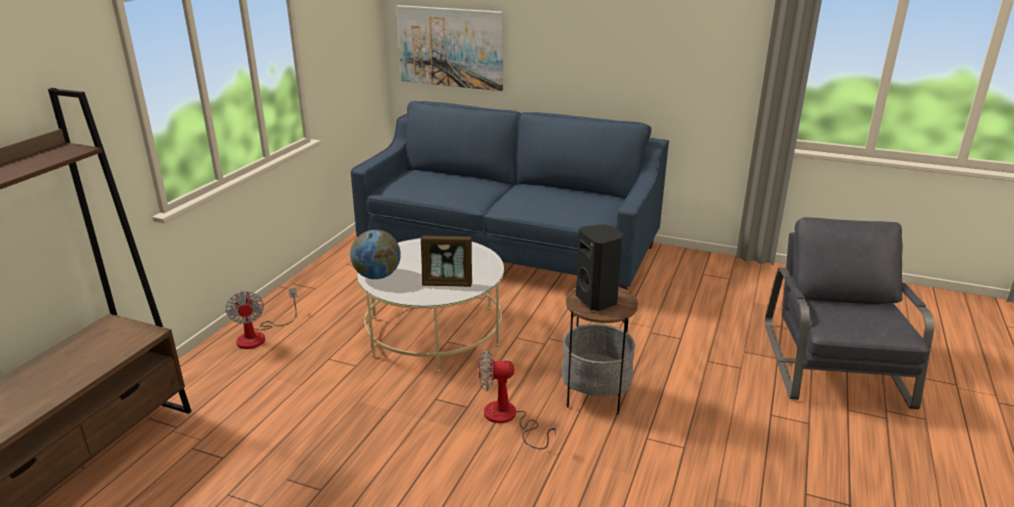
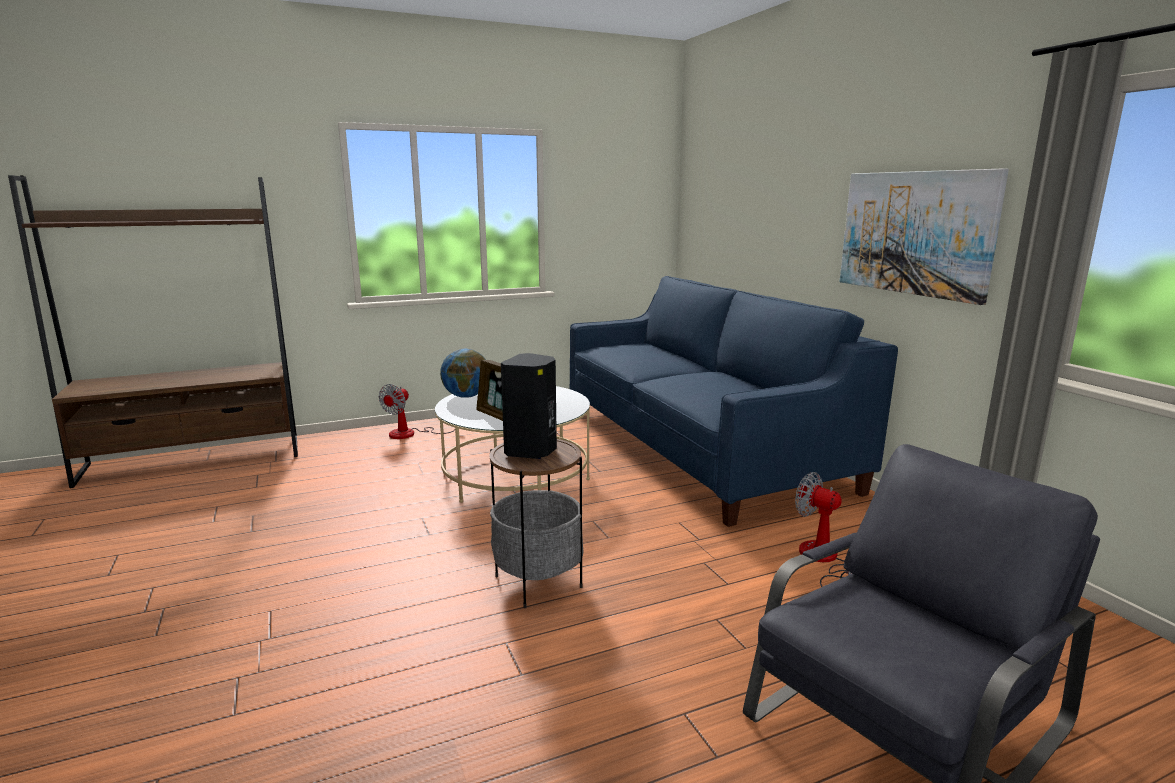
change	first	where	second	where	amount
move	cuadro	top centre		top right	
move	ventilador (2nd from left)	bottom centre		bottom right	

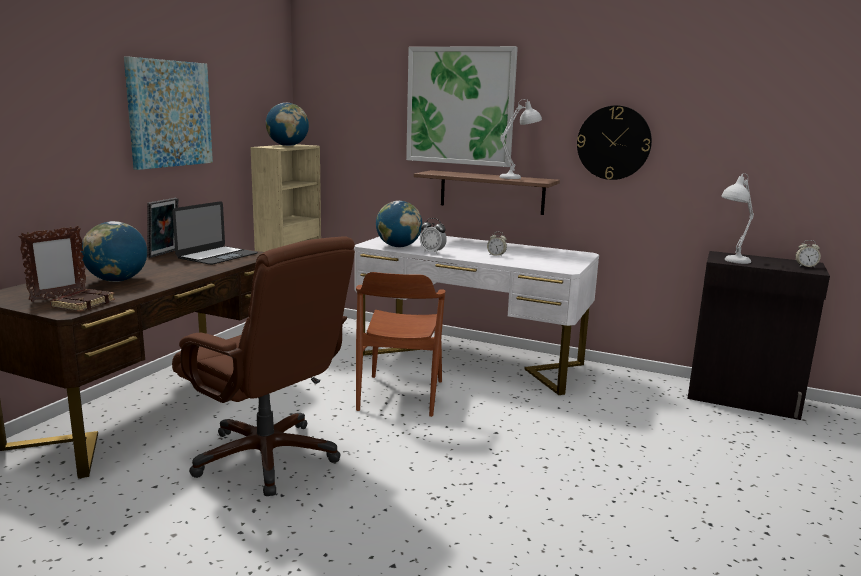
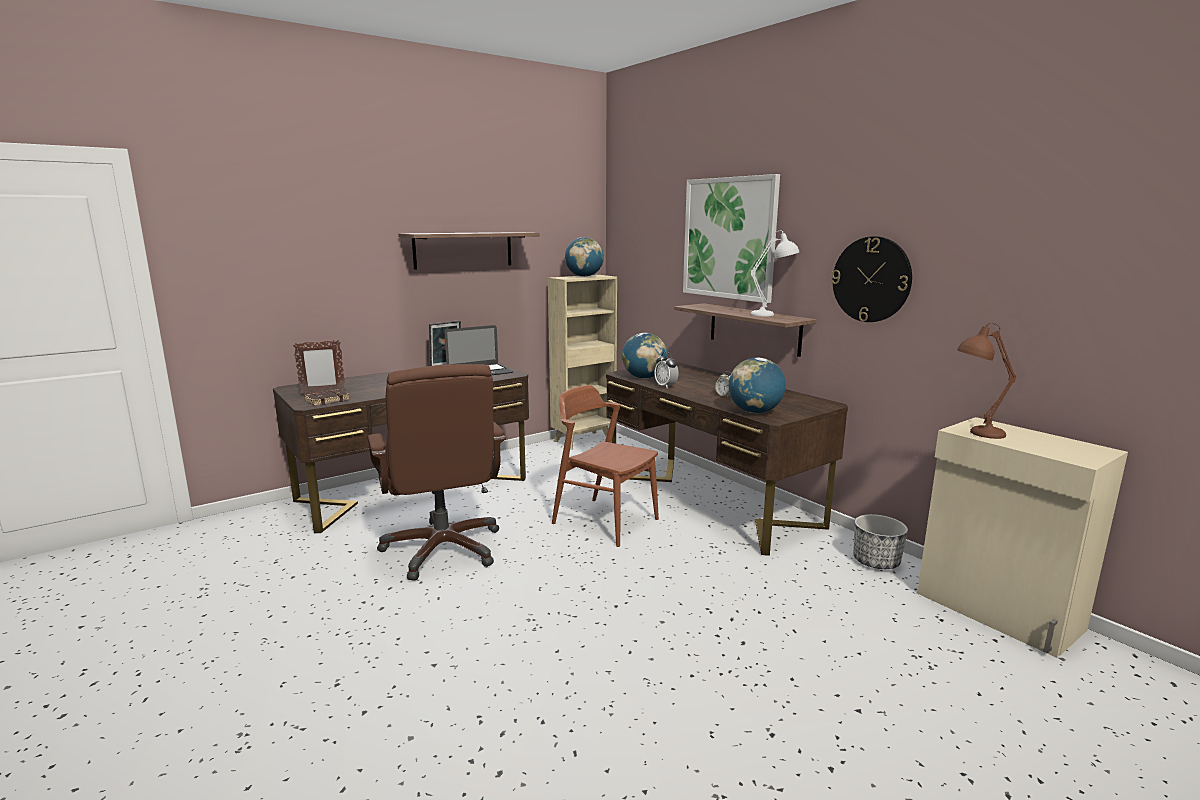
change	first	where	second	where	amount
move	globo terráqueo (1st from left in the first image)	middle left	globo terráqueo (3rd from left)	centre	
replace	cuadro (1st from left)	top left	estante (1st from left)	top centre	
recolor	escritorio/blanco	centre	escritorio/marrón (2nd from left)	centre	
rotate	silla/marrón	centre		centre	90 degrees clockwise
recolor	armario/negro	middle right	armario/beis	bottom right	
recolor	lámpara de mesa/blanco (2nd from left)	middle right	lámpara de mesa/marrón	middle right	
delete	despertador (3rd from left)	middle right			
insert			maceta	bottom right	

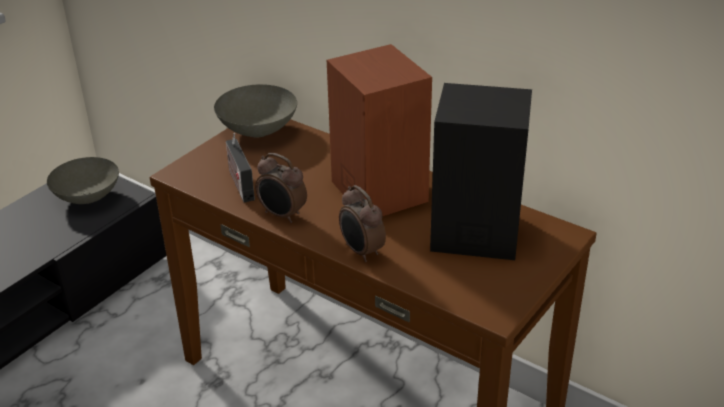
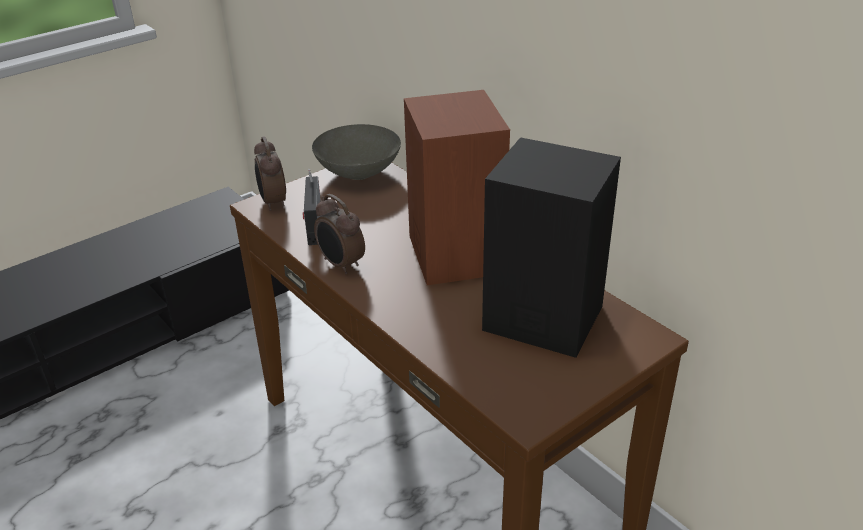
change	first	where	second	where	amount
delete	cuenco/gris (1st from left)	middle left			
move	despertador (2nd from left in the first image)	centre	despertador (1st from left)	top left	

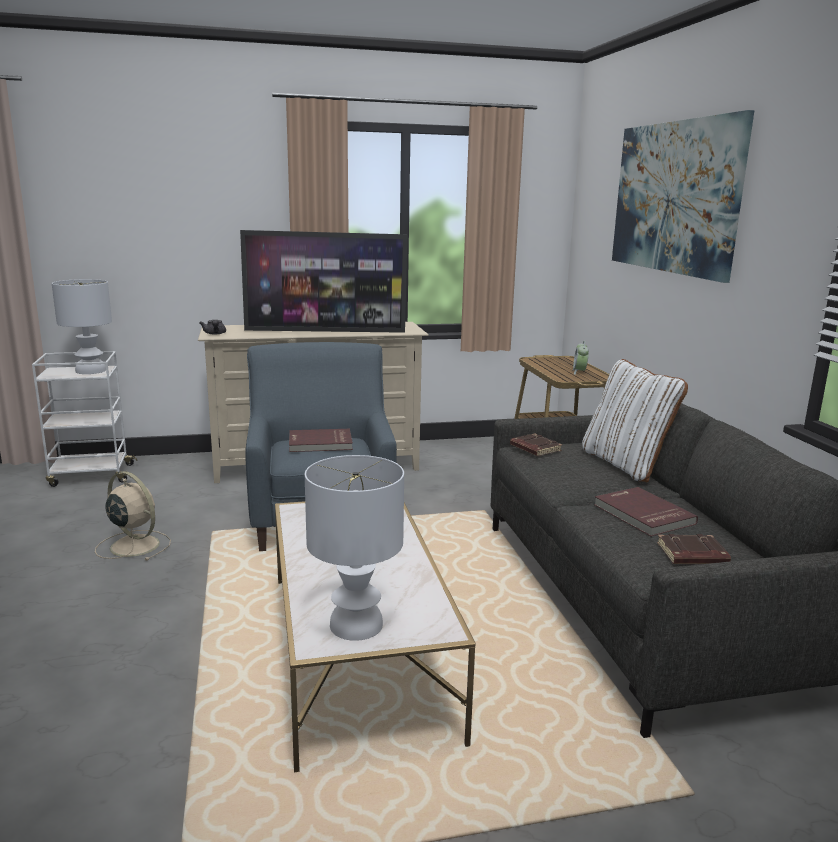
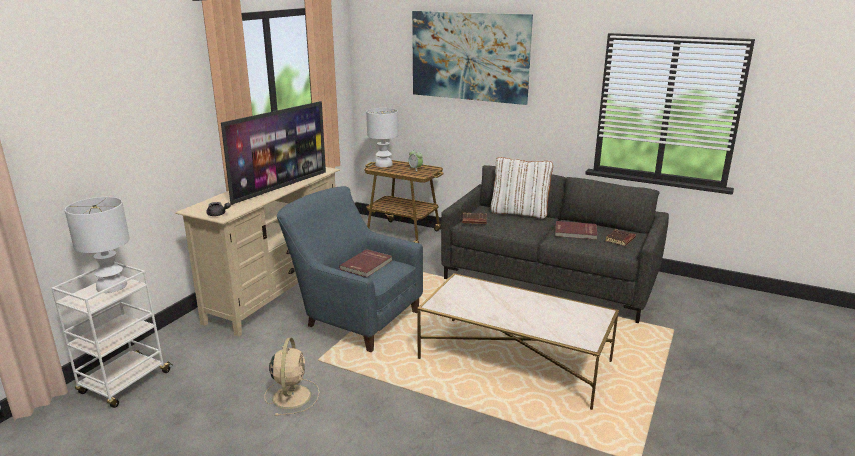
change	first	where	second	where	amount
rotate	ventilador/beis	middle left		bottom centre	105 degrees clockwise
move	lámpara de mesa/blanco (2nd from left)	centre		top centre	

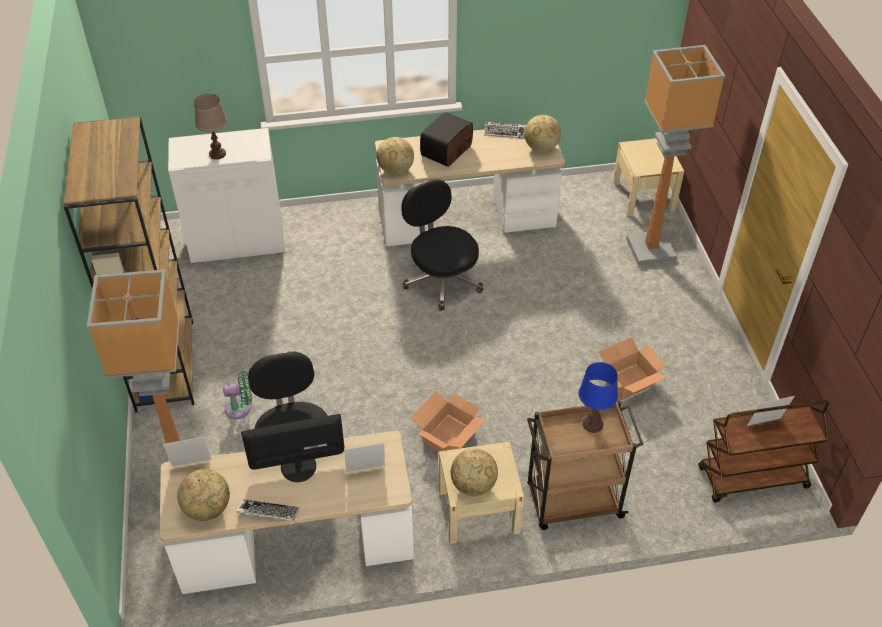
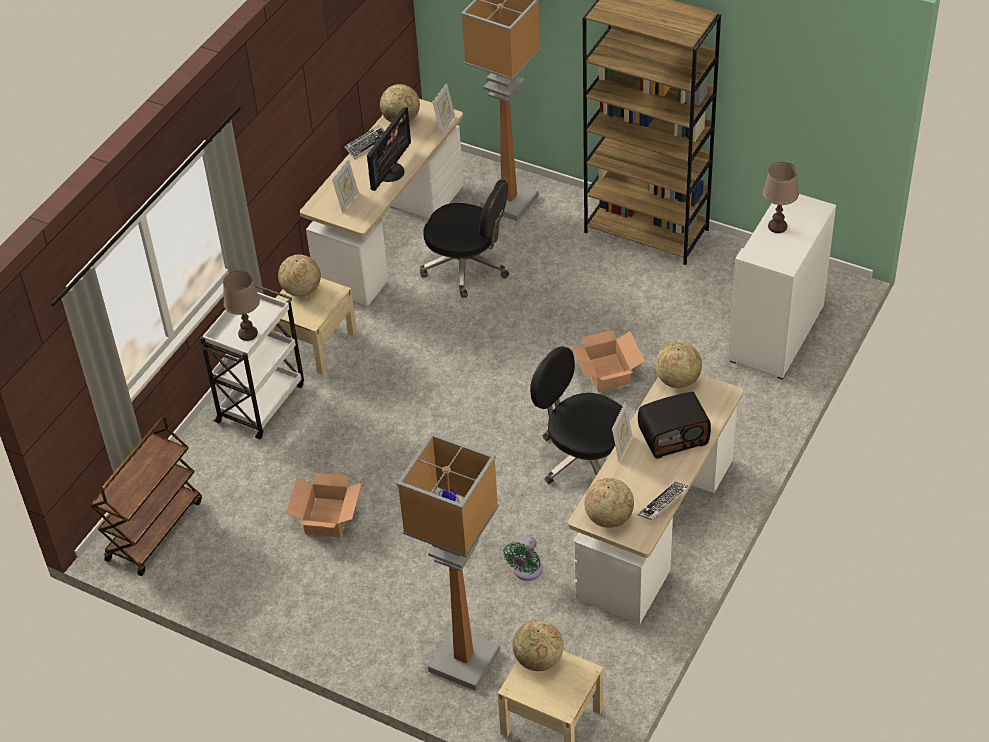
change	first	where	second	where	amount
move	ventilador/verde	middle left		bottom centre	
rotate	silla de oficina/negro (2nd from left)	centre		centre	150 degrees counterclockwise
move	caja de cartón (1st from left in the first image)	bottom centre	caja de cartón (2nd from left)	centre	
rotate	radio	top centre		middle right	90 degrees clockwise
recolor	carrito/marrón (1st from left)	bottom centre	carrito/blanco	middle left	
recolor	lámpara de mesa/azul	middle right	lámpara de mesa/marrón (1st from left)	middle left	
move	portarretratos (3rd from left)	middle right		centre	
insert			globo terráqueo (3rd from left)	bottom centre	

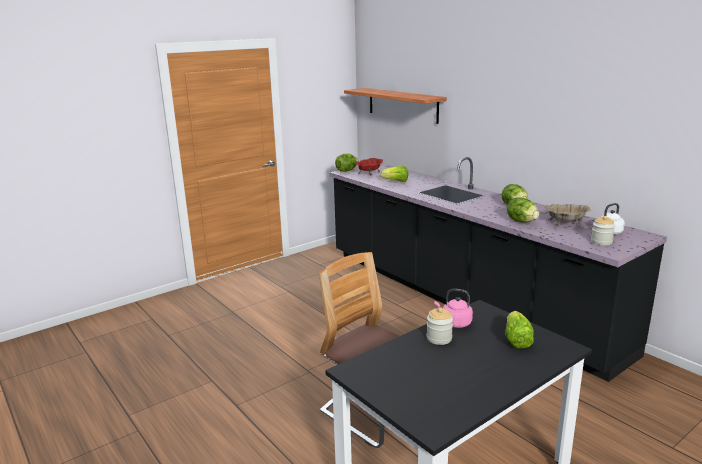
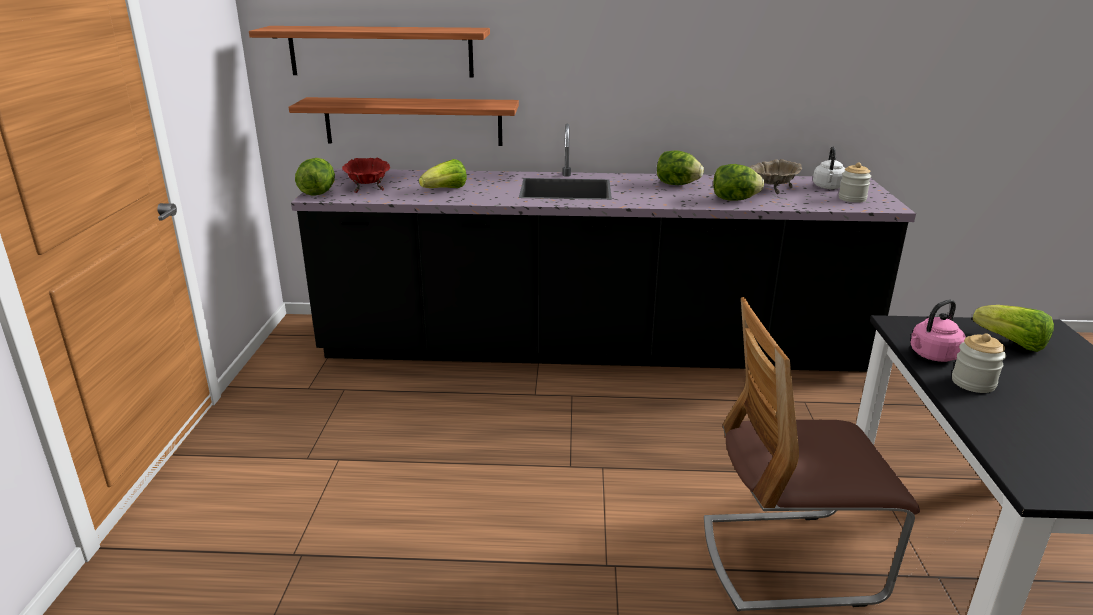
change	first	where	second	where	amount
insert			estante (2nd from left)	top centre	

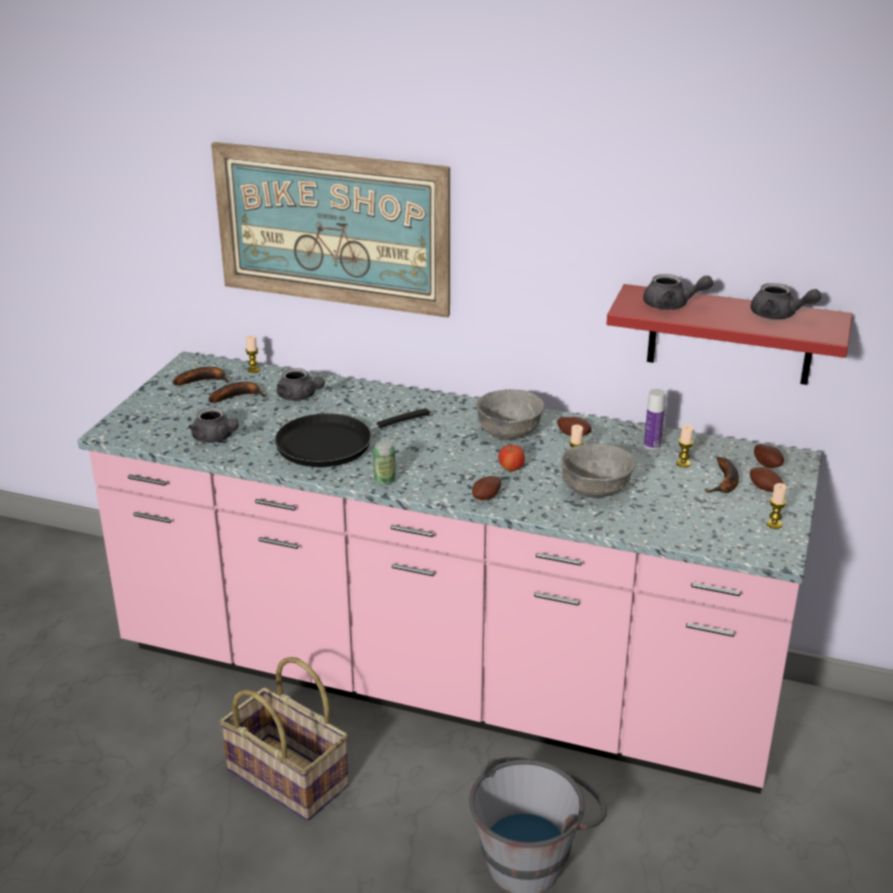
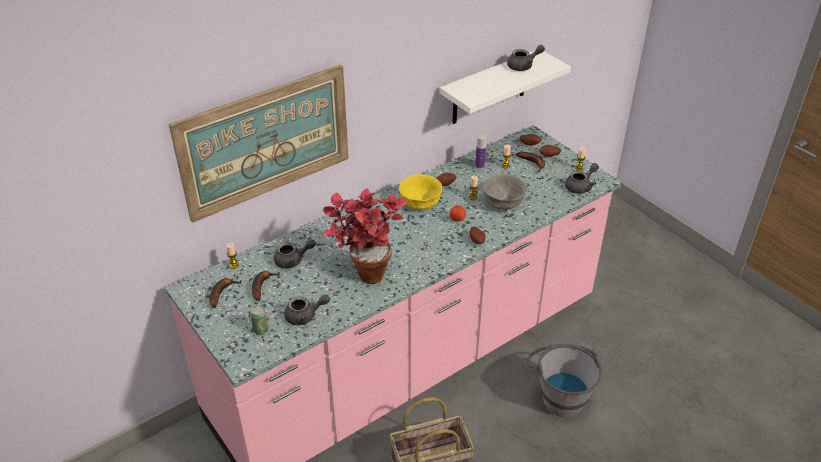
change	first	where	second	where	amount
replace	sartén/negro	centre	planta en maceta	centre	
move	lata	centre		bottom left	
recolor	cuenco/gris (1st from left)	centre	cuenco/amarillo	centre	
recolor	estante/rojo	middle right	estante/blanco	top centre	
move	tetera/gris (3rd from left in the first image)	top right	tetera/gris (4th from left)	middle right	

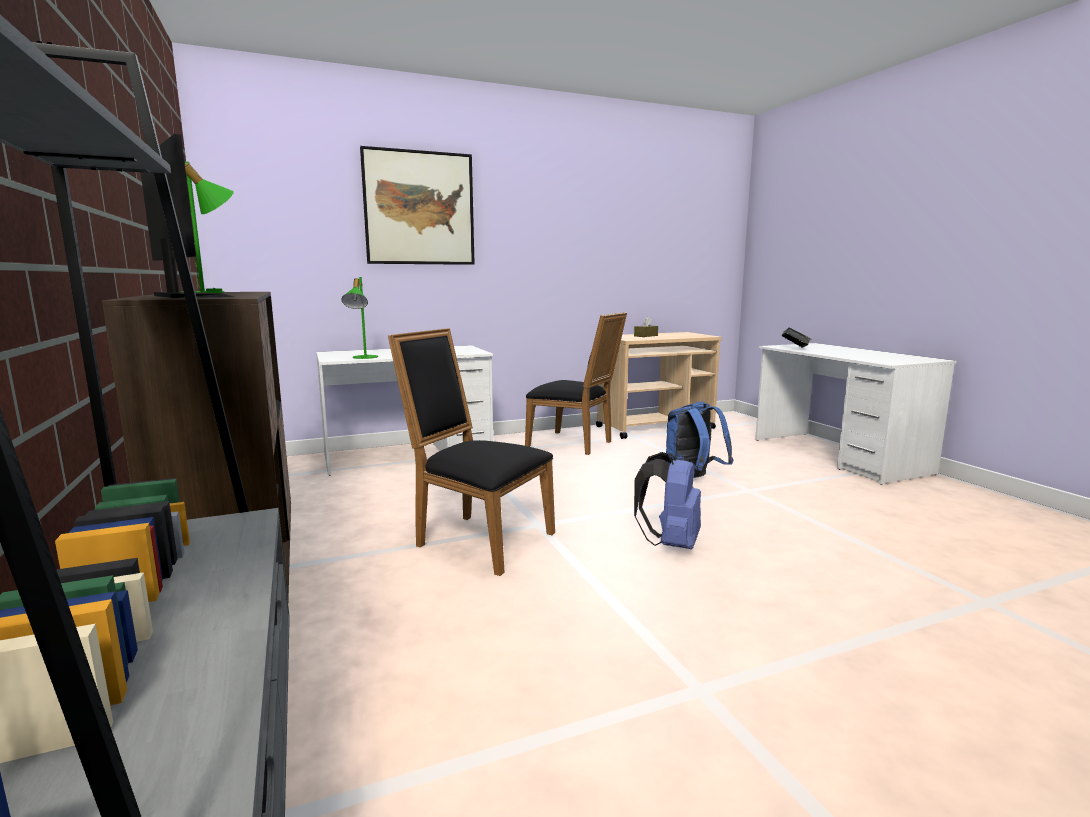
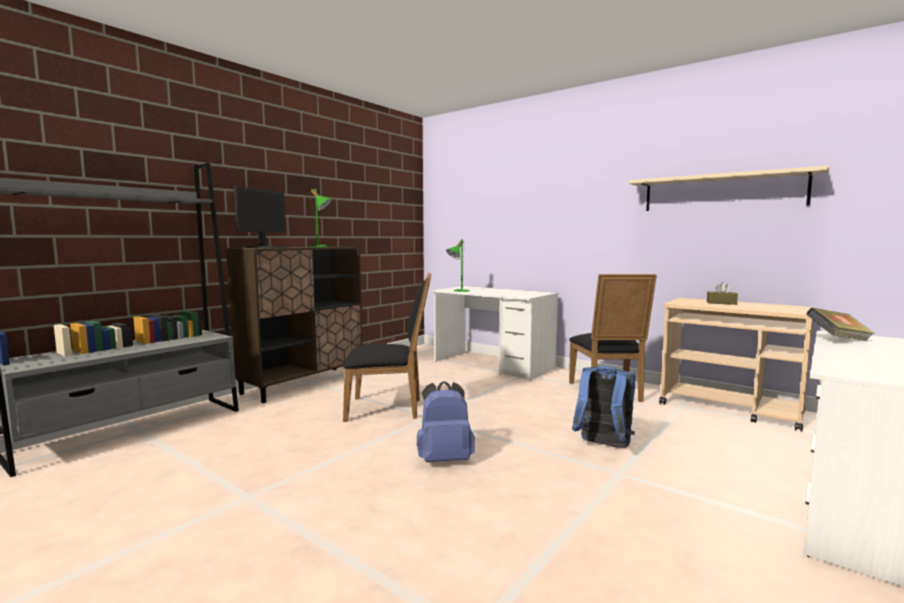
change	first	where	second	where	amount
delete	cuadro	top centre			
rotate	silla/negro (1st from left)	centre		centre	90 degrees clockwise
insert			estante/beis	top right	

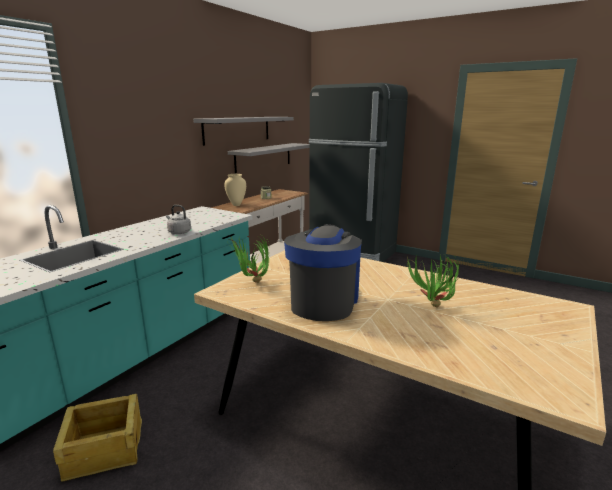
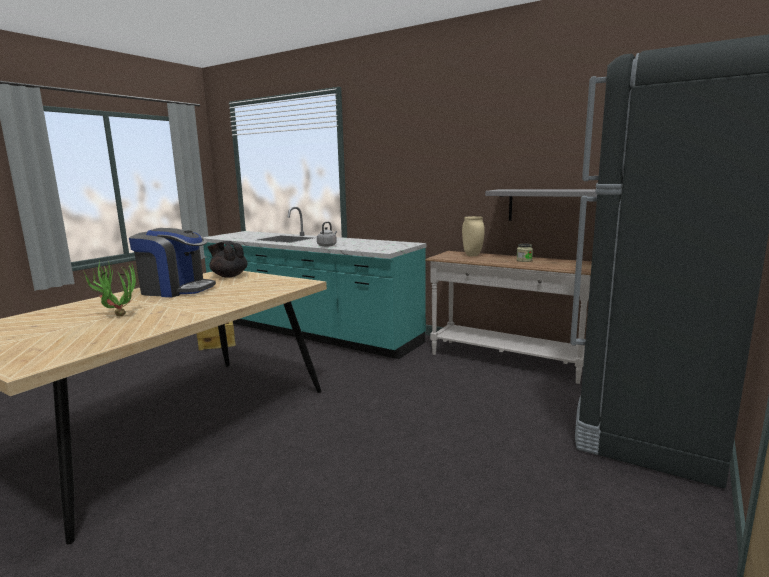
change	first	where	second	where	amount
delete	estante/gris (1st from left)	top centre			
replace	planta en maceta (1st from left)	centre	tetera/negro	middle left	

